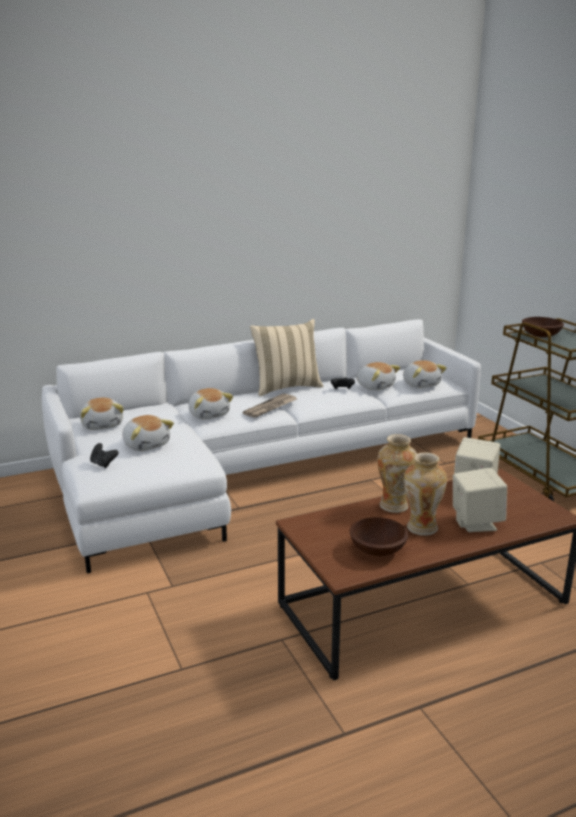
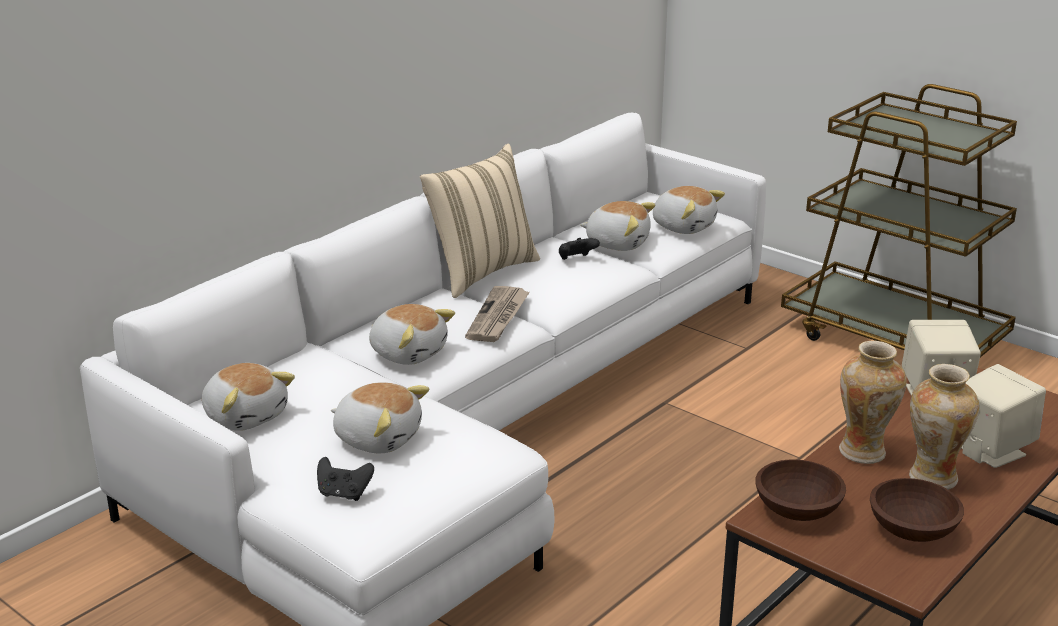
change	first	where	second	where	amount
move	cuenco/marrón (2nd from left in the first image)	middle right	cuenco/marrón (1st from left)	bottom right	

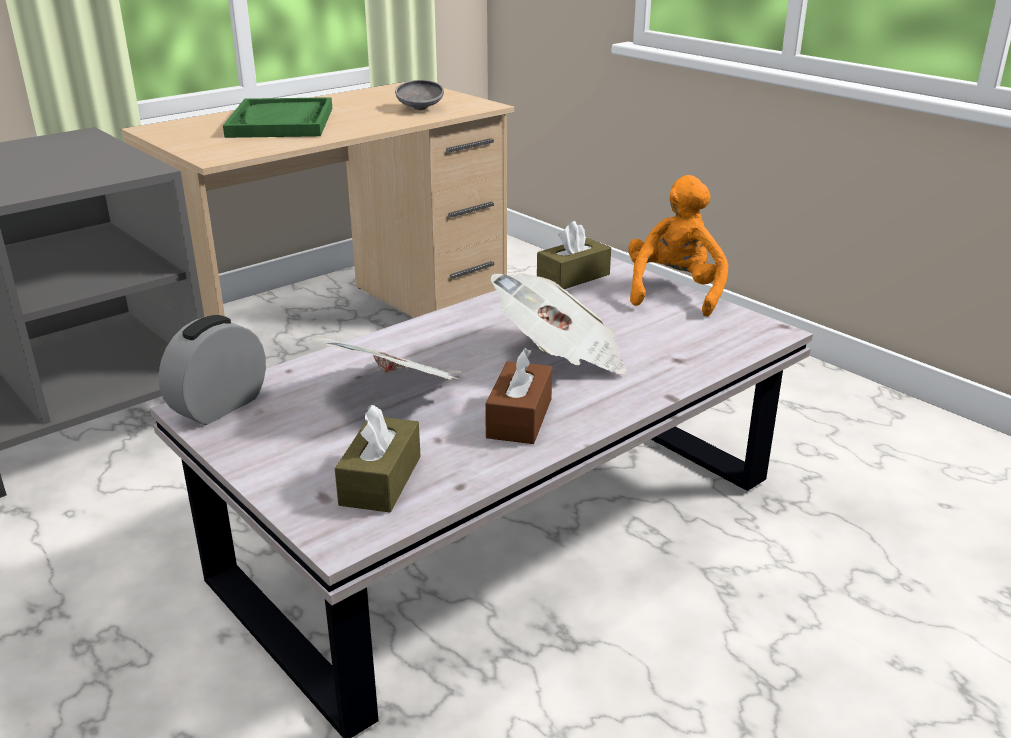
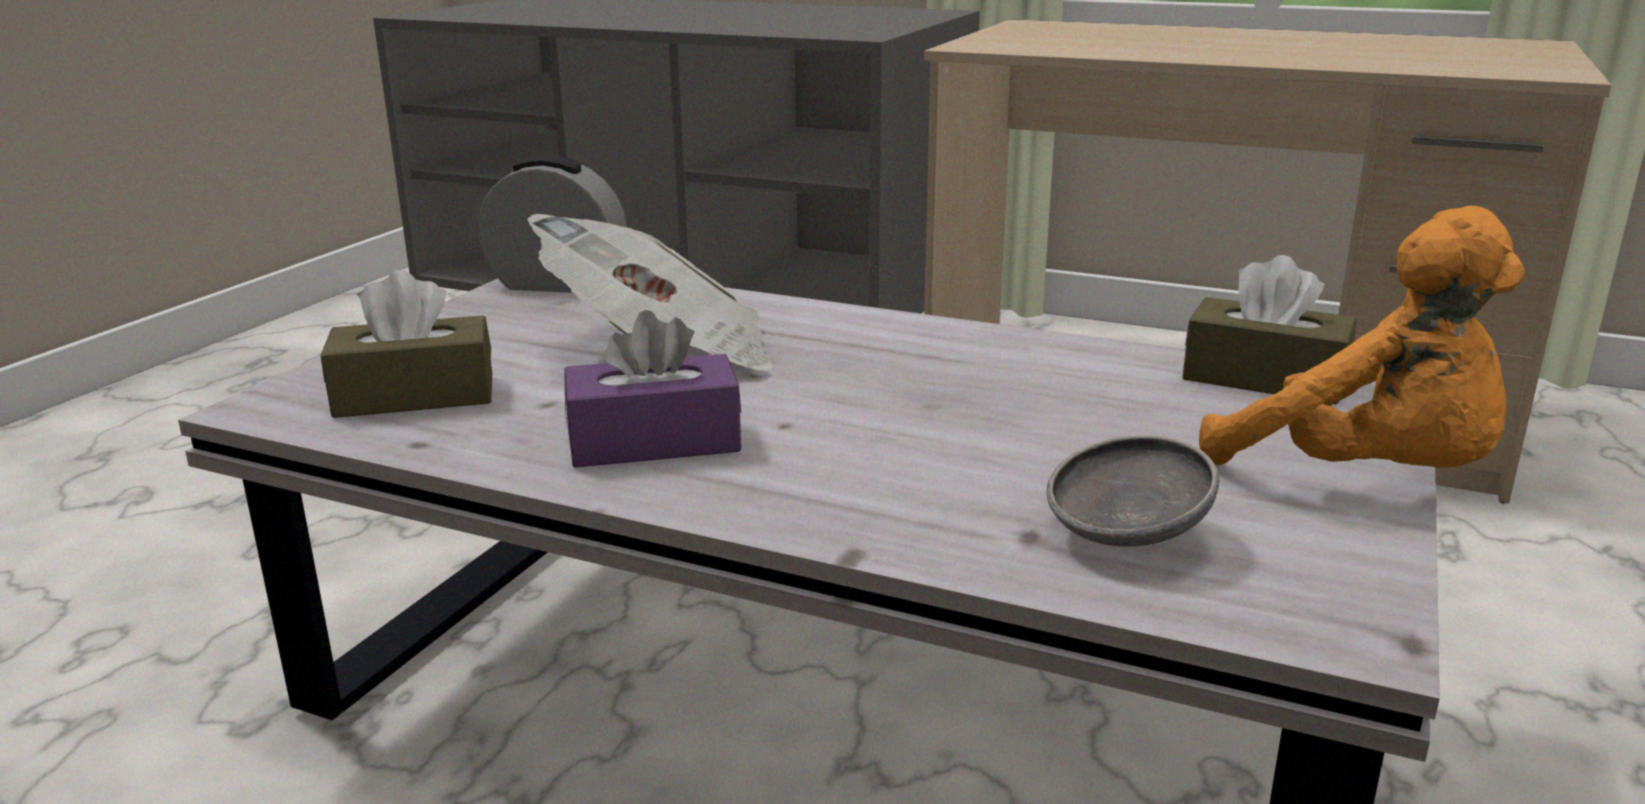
change	first	where	second	where	amount
delete	bandeja/verde	top left			
move	cuenco/gris	top centre		middle right	
recolor	caja de pañuelos/marrón (2nd from left)	centre	caja de pañuelos/morado	centre	
delete	periódico (2nd from left)	centre			
rotate	peluche/naranja	middle right		middle right	60 degrees clockwise

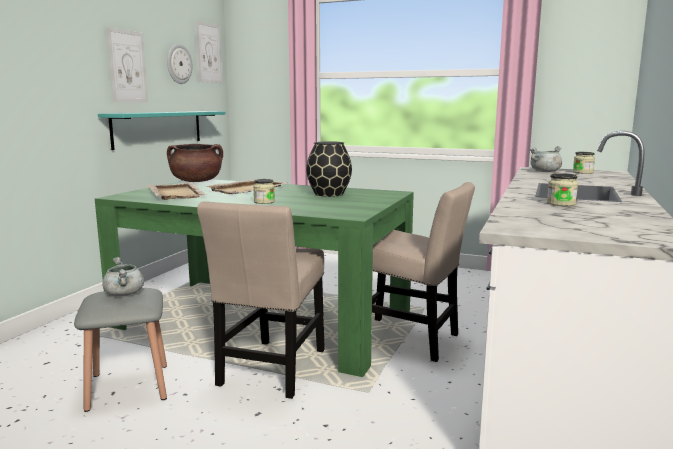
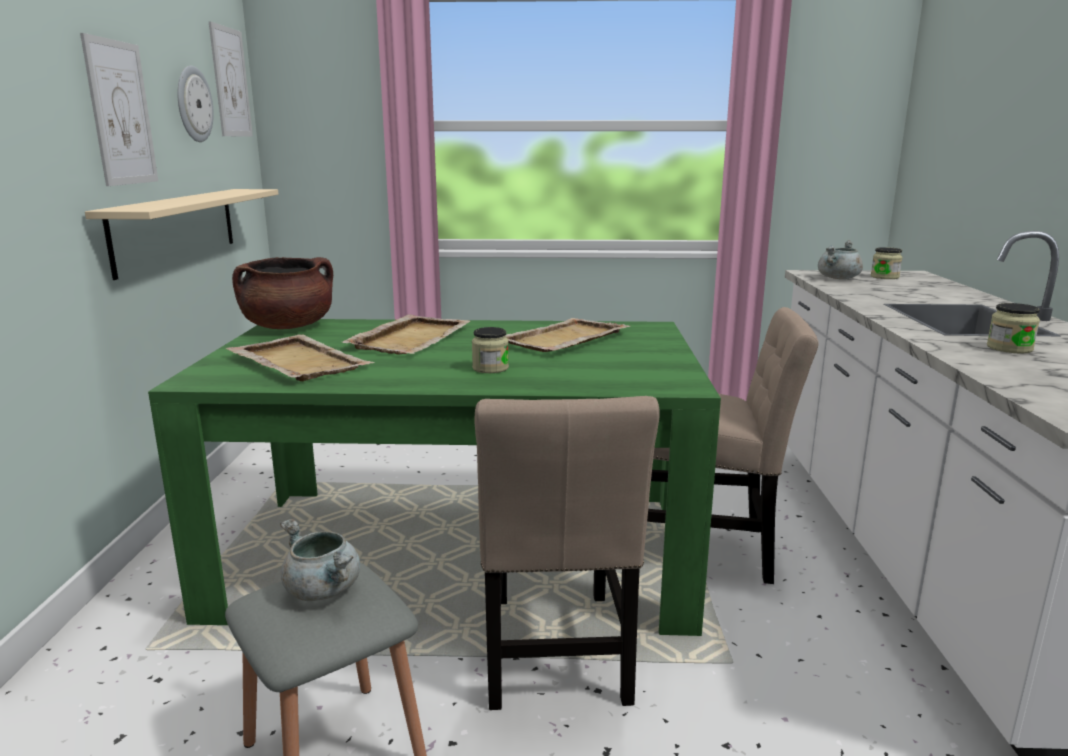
change	first	where	second	where	amount
recolor	estante/turquesa	top left	estante/beis	top left	
replace	florero/negro	centre	bandeja/beis (3rd from left)	centre	

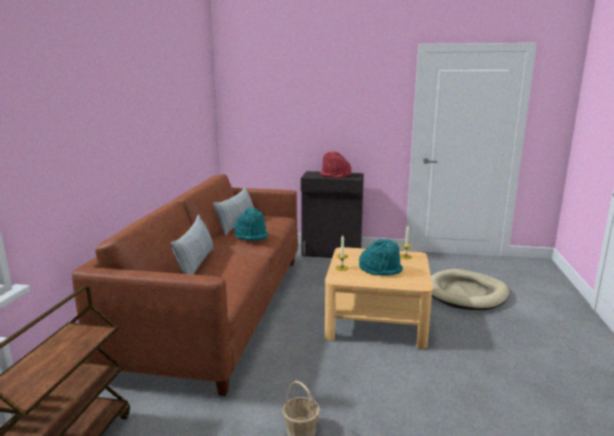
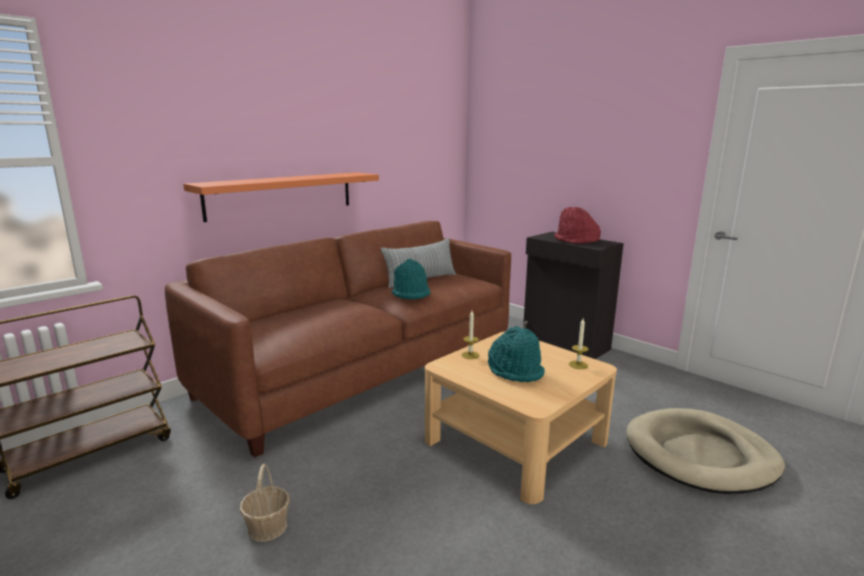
change	first	where	second	where	amount
delete	cojín (1st from left)	middle left			
insert			estante/naranja	middle left	

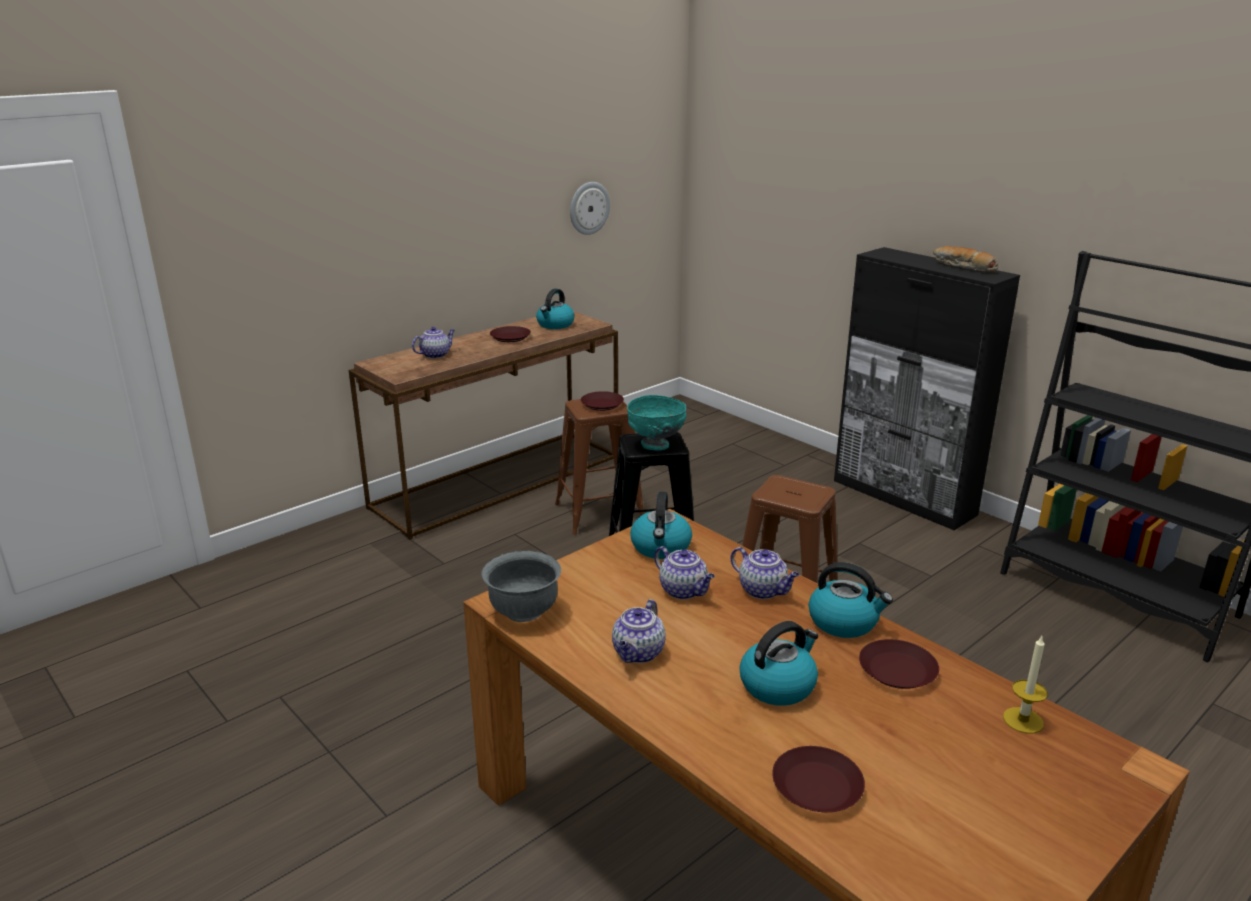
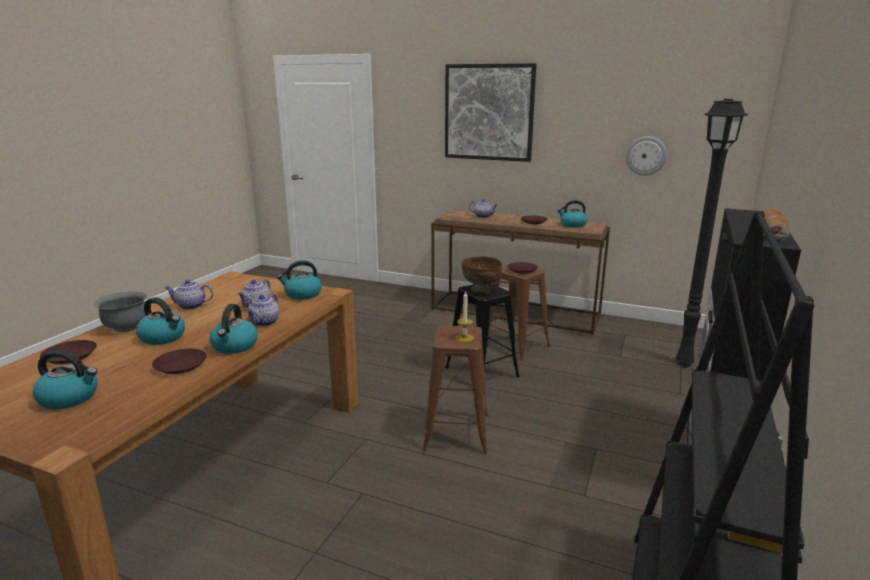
change	first	where	second	where	amount
move	cuenco/gris	centre		middle left	
recolor	cuenco/turquesa	centre	cuenco/marrón	centre	
move	vela	bottom right		centre	
insert			hervidor (1st from left)	middle left	
insert			cuadro	top centre	
insert			lámpara de pie/negro	middle right	

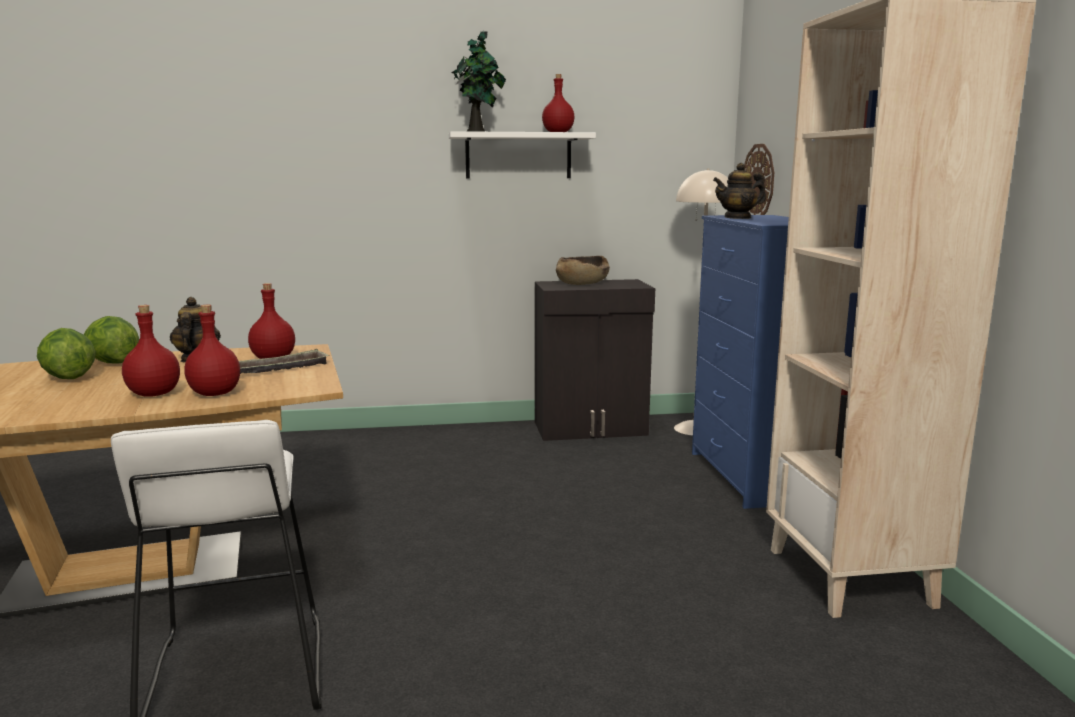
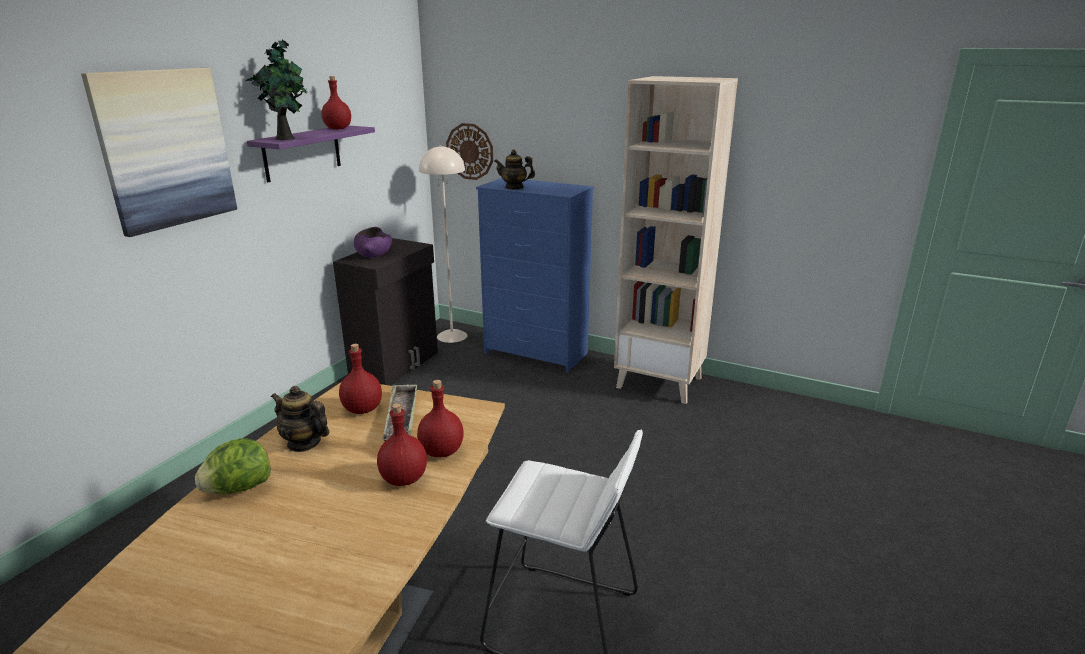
change	first	where	second	where	amount
delete	lechuga (1st from left)	middle left			
recolor	estante/blanco	top centre	estante/morado	top left	
recolor	cuenco/marrón	centre	cuenco/morado	centre	
rotate	tetera (2nd from left)	top right		top centre	75 degrees clockwise
insert			cuadro	top left	

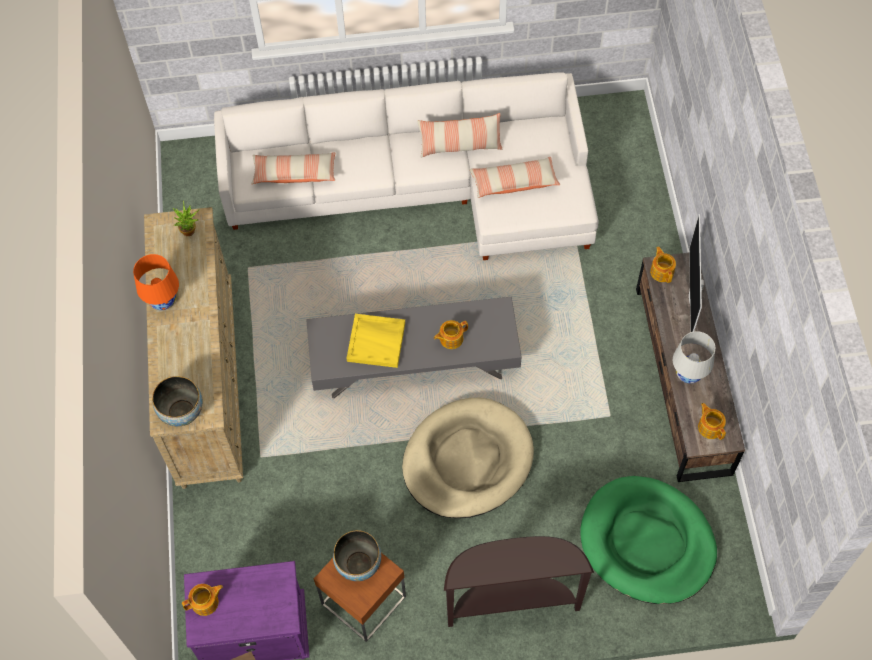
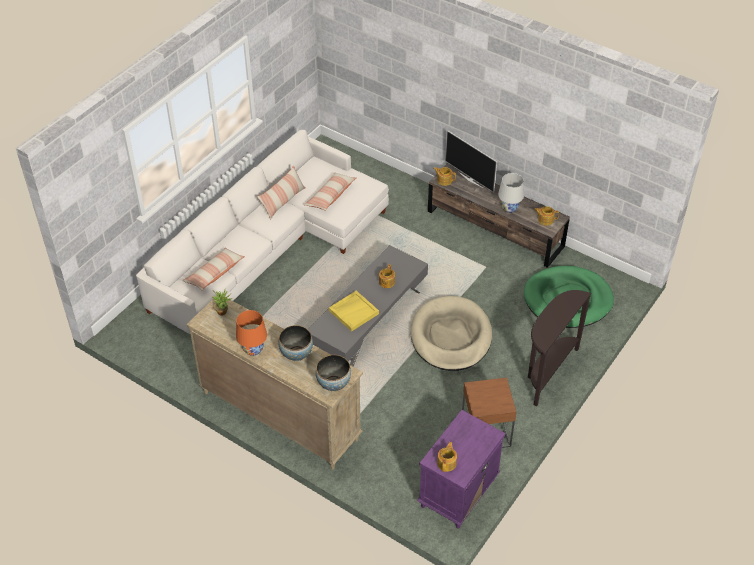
change	first	where	second	where	amount
move	cuenco (2nd from left in the first image)	bottom centre	cuenco (1st from left)	centre	

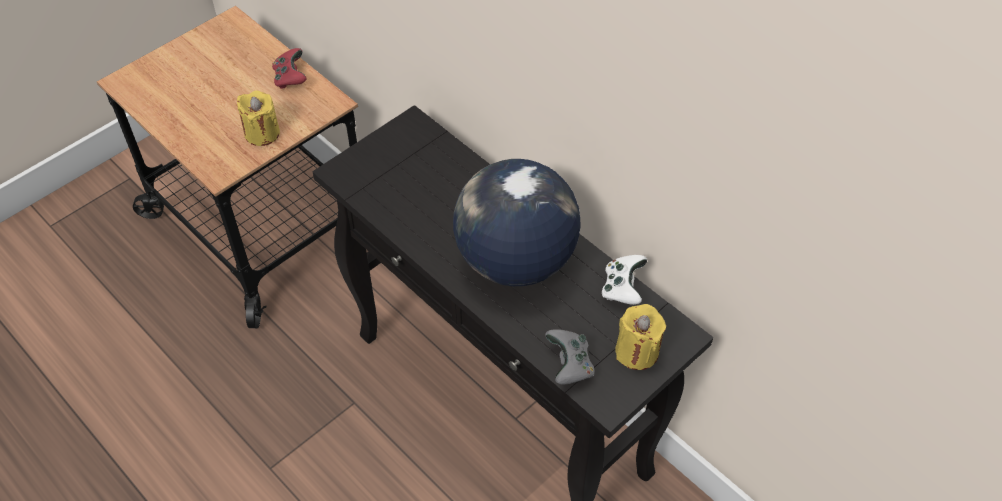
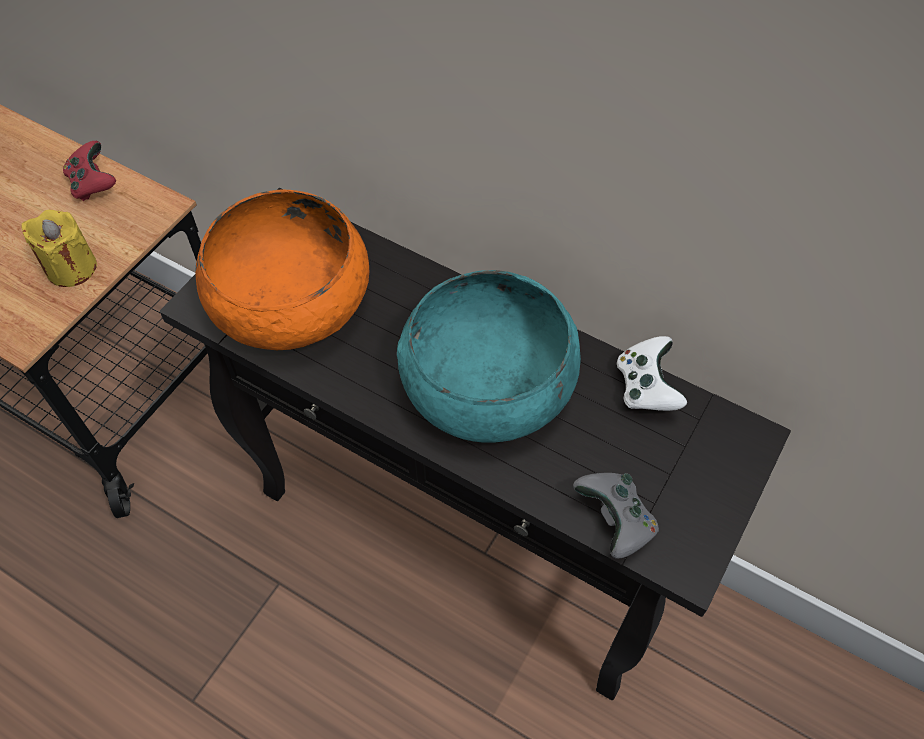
change	first	where	second	where	amount
replace	globo terráqueo	centre	cuenco/turquesa	centre	
delete	vela/amarillo (2nd from left)	bottom centre			
insert			cuenco/naranja	middle left	

